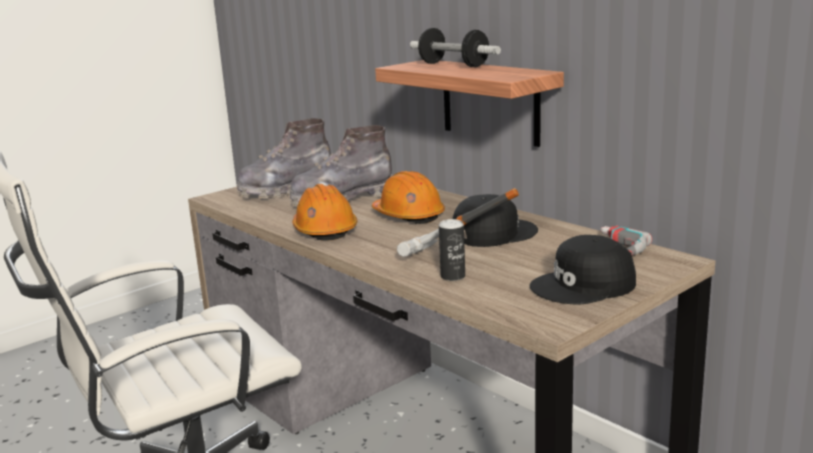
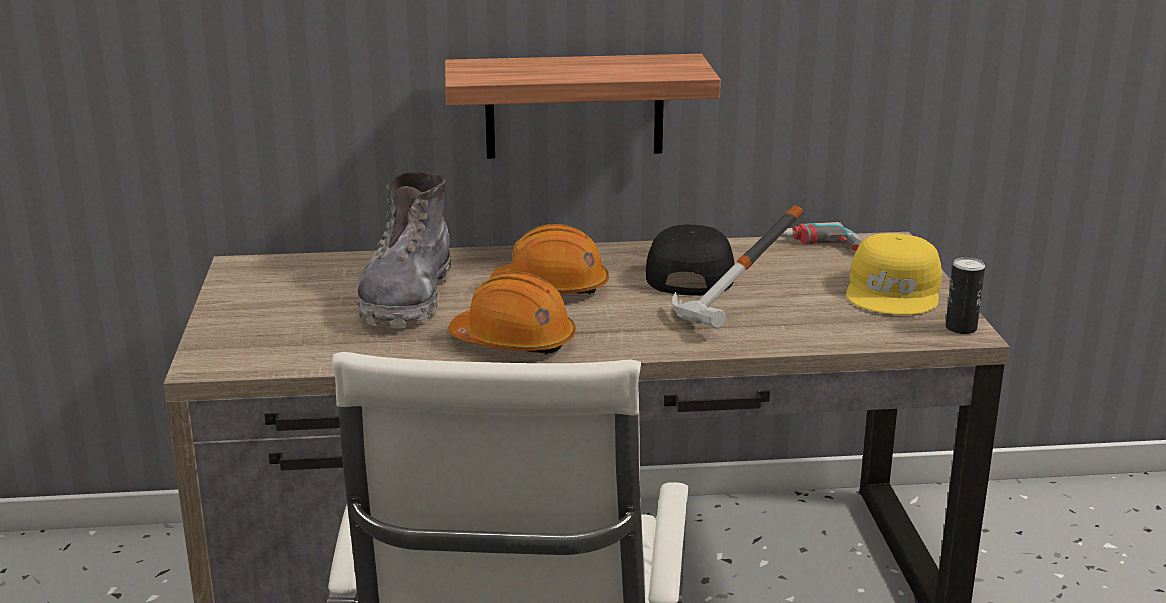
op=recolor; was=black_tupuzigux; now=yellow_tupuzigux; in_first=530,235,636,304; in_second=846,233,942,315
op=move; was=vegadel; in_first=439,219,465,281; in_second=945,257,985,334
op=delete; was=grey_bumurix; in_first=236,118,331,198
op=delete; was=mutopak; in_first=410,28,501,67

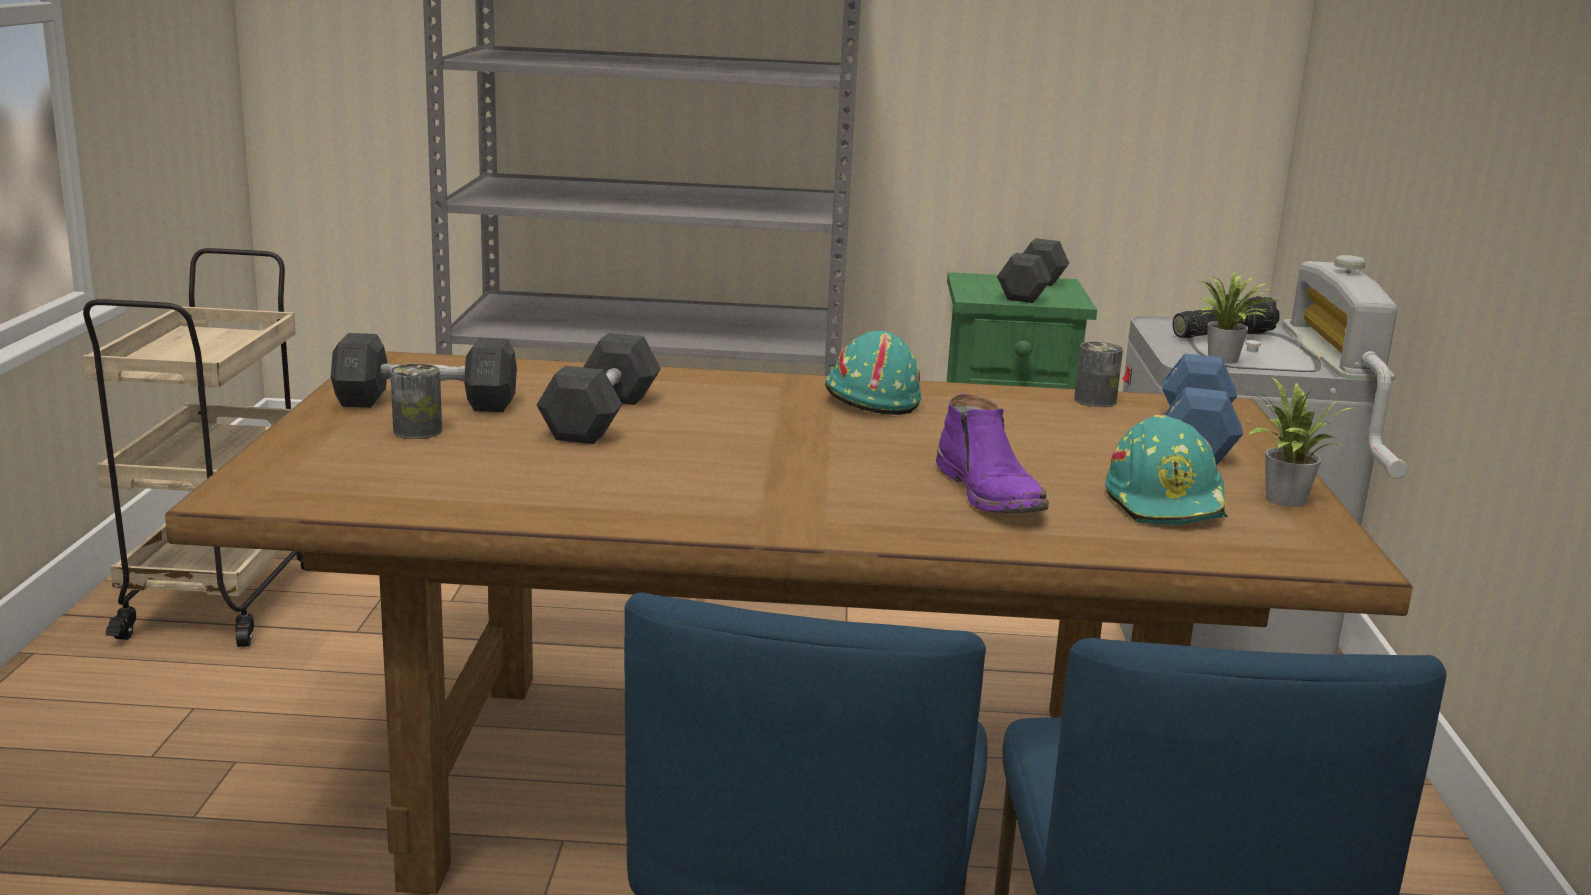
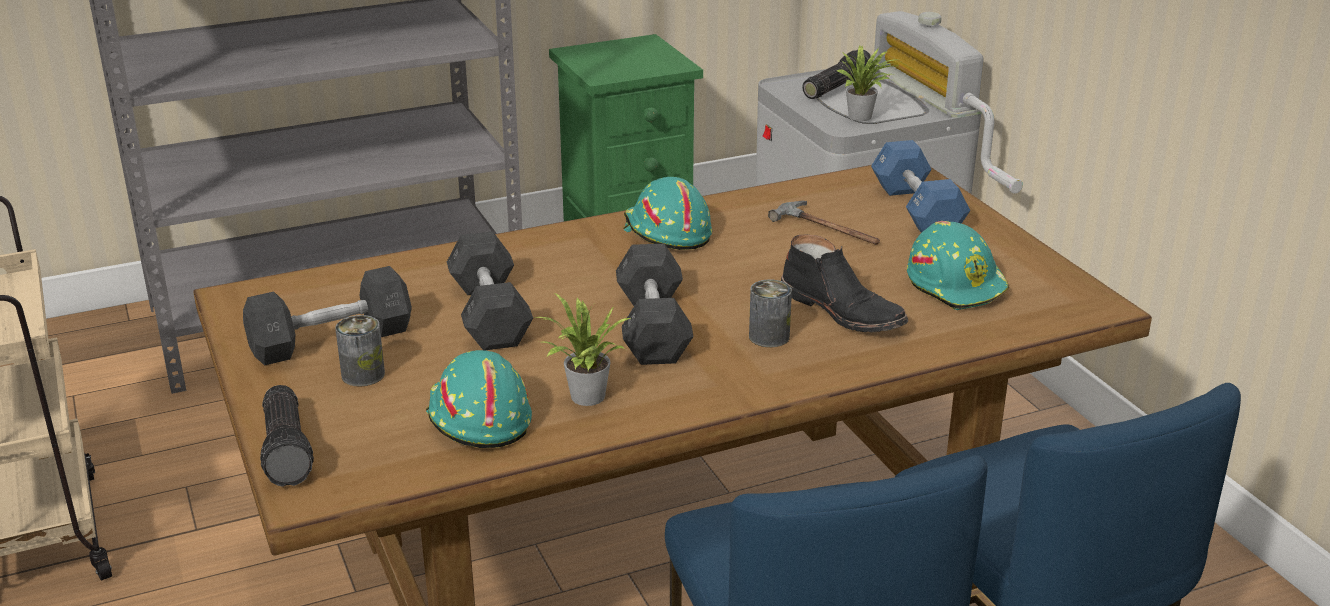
op=insert; now=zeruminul; in_second=260,385,314,487
op=insert; now=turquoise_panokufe; in_second=426,350,532,448
op=move; was=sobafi; in_first=1242,377,1356,507; in_second=533,293,632,406
op=move; was=grey_mutopak; in_first=997,238,1069,303; in_second=616,244,694,365
op=move; was=vegadel; in_first=1074,341,1123,407; in_second=749,279,792,347
op=insert; now=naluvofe; in_second=768,201,880,245
op=recolor; was=purple_bumurix; now=black_bumurix; in_first=936,394,1049,513; in_second=781,235,908,333

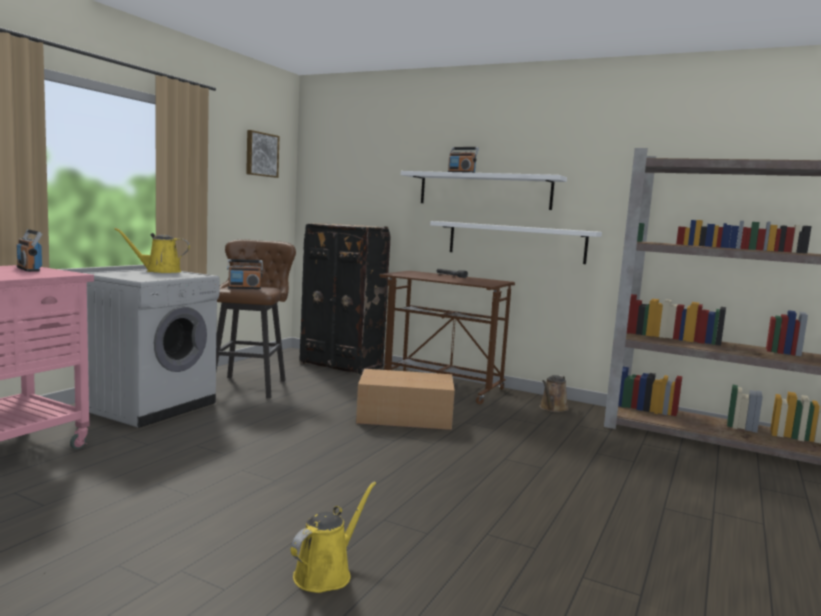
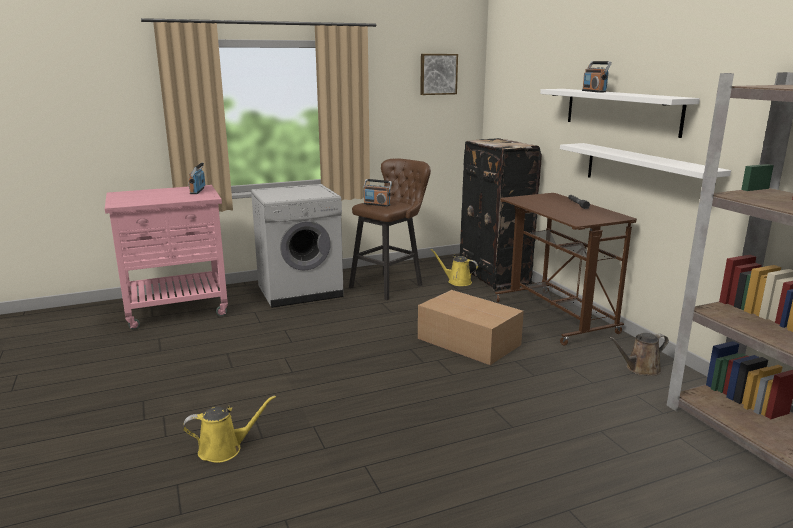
op=move; was=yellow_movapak; in_first=115,228,190,273; in_second=430,249,478,286

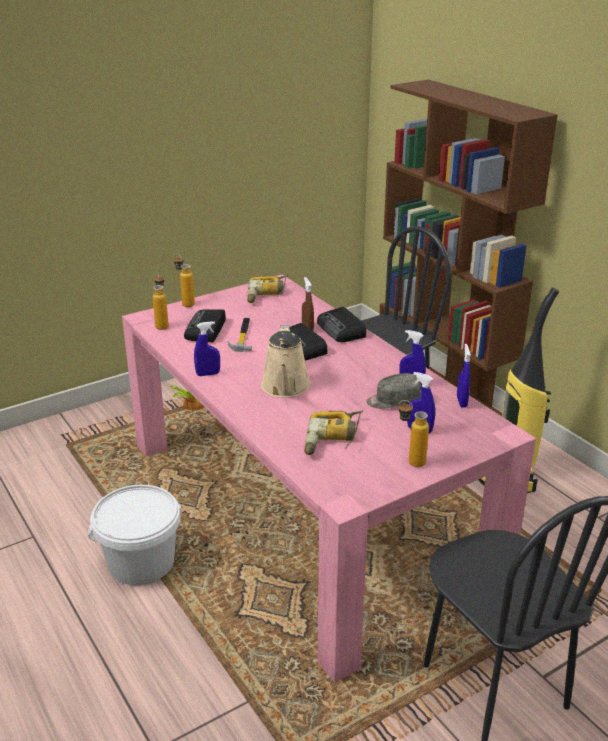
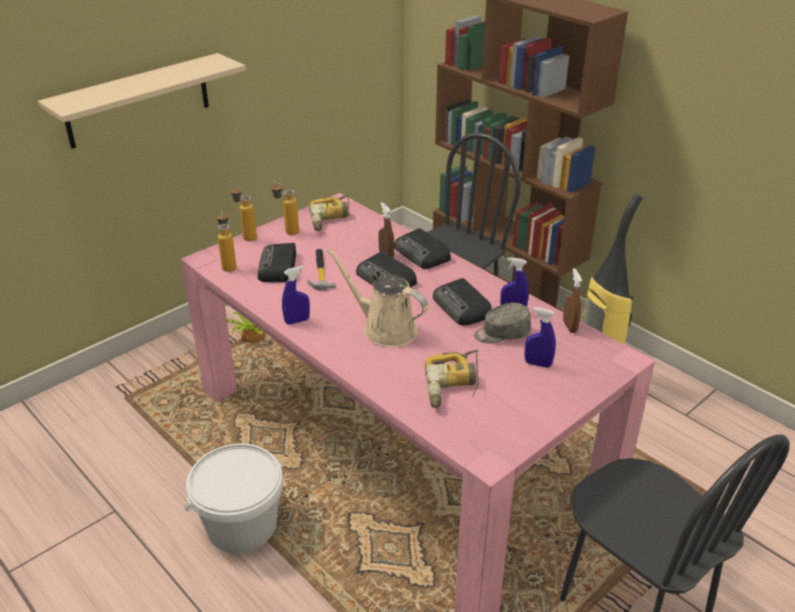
op=insert; now=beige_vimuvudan; in_second=38,53,246,149
op=move; was=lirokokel; in_first=398,400,429,467; in_second=271,181,299,235
op=rotate; was=beige_movapak; in_first=261,325,311,398; in_second=327,249,428,347; clockwise=135
op=insert; now=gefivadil; in_second=433,278,492,326
op=recolor; was=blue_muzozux; now=brown_muzozux; in_first=457,344,471,408; in_second=563,268,582,333

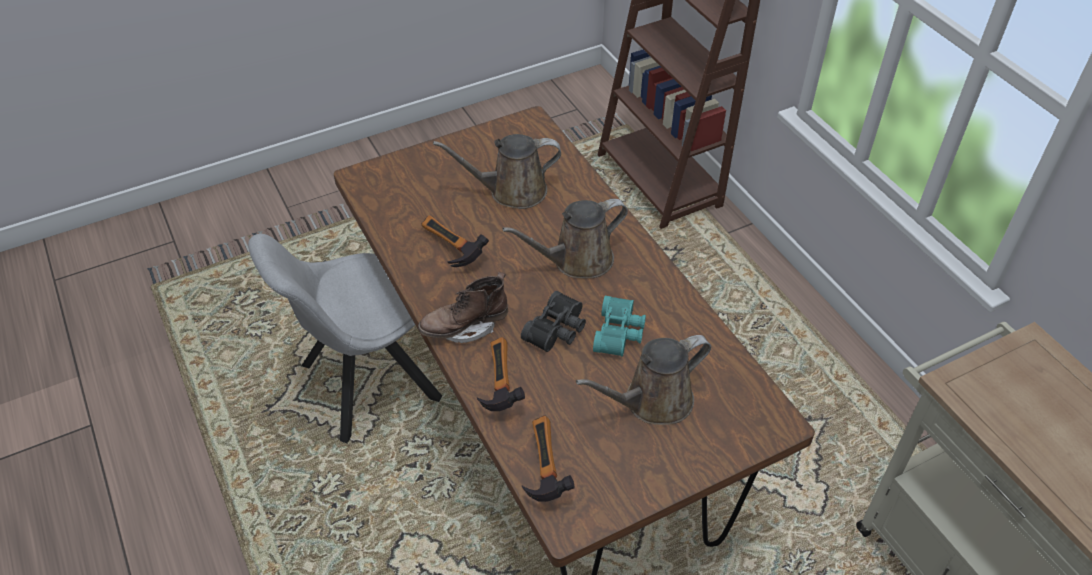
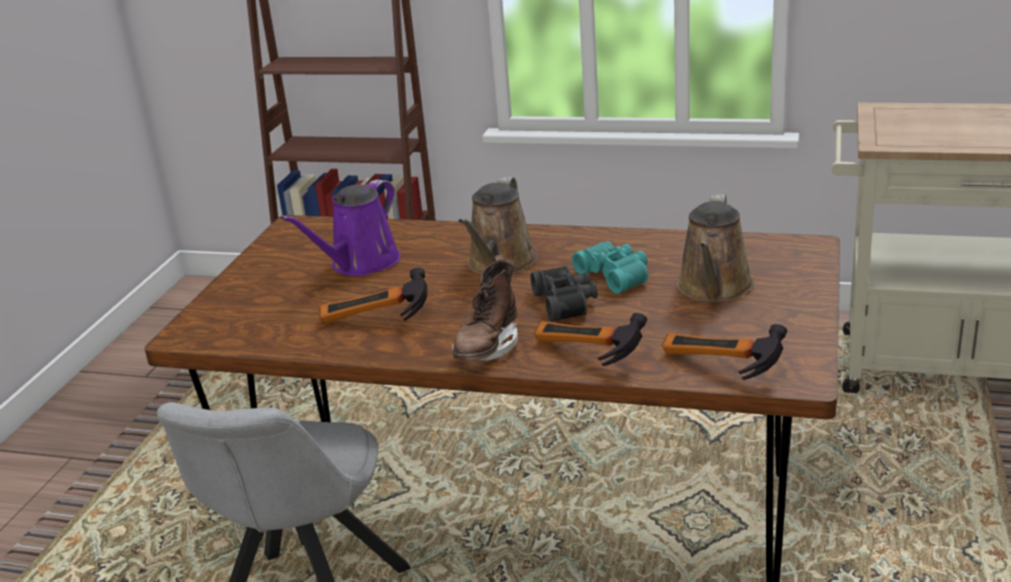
op=recolor; was=brown_movapak; now=purple_movapak; in_first=433,134,561,209; in_second=281,180,401,276

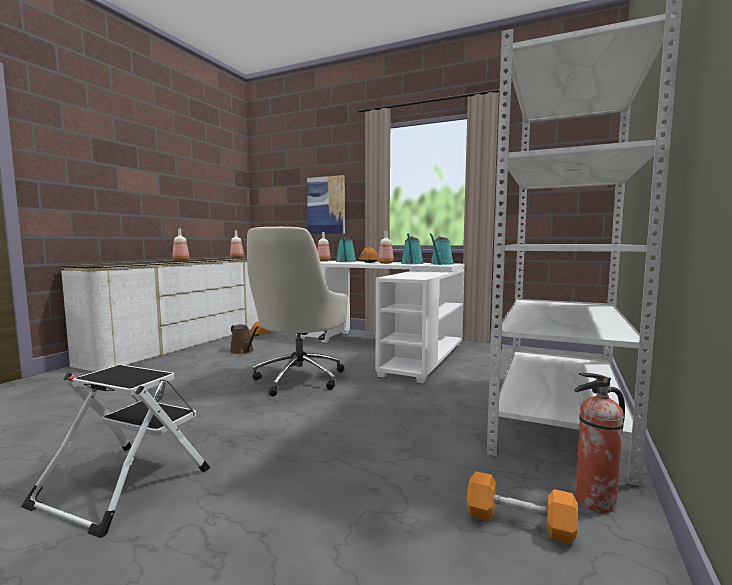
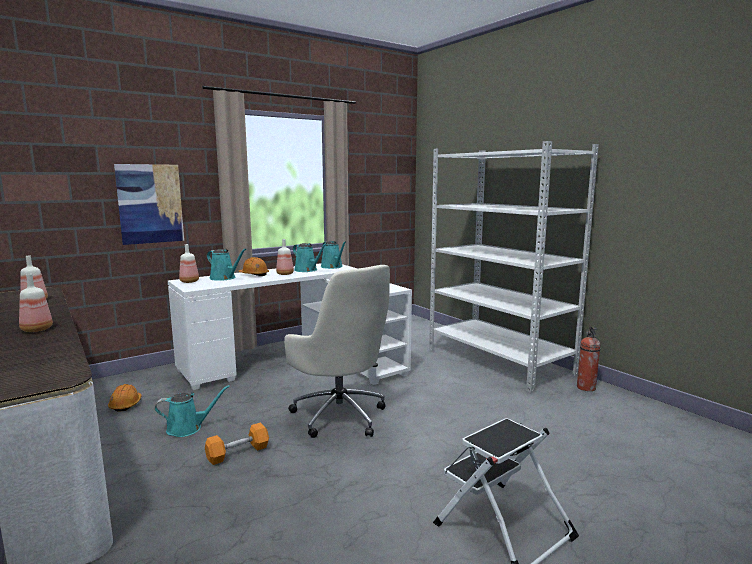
op=recolor; was=brown_movapak; now=turquoise_movapak; in_first=230,324,258,354; in_second=155,385,230,437
op=move; was=orange_mutopak; in_first=466,471,578,544; in_second=205,423,269,465

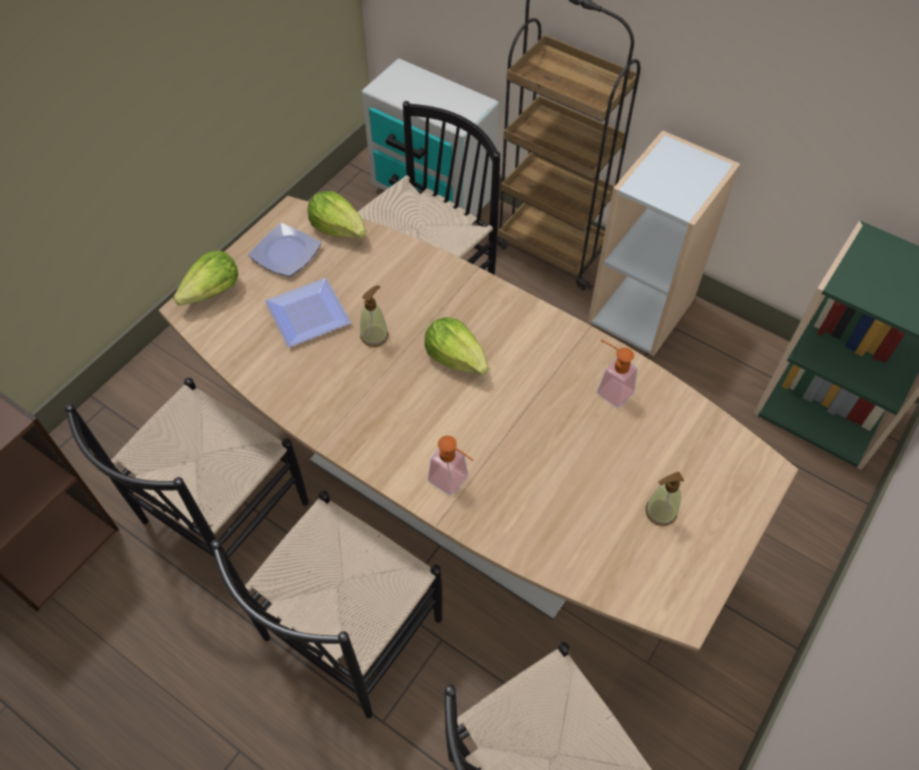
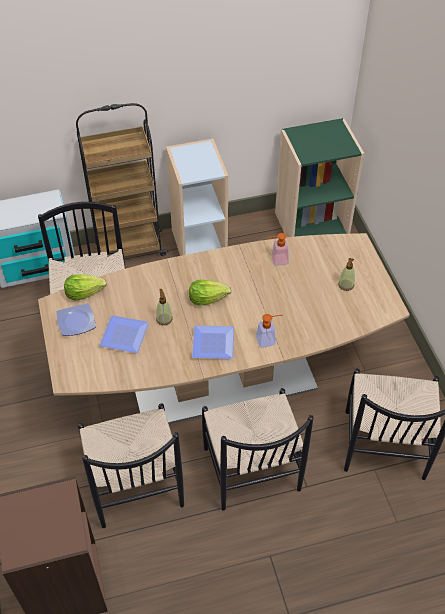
op=insert; now=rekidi; in_second=192,325,234,359
op=delete; was=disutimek; in_first=173,250,238,305

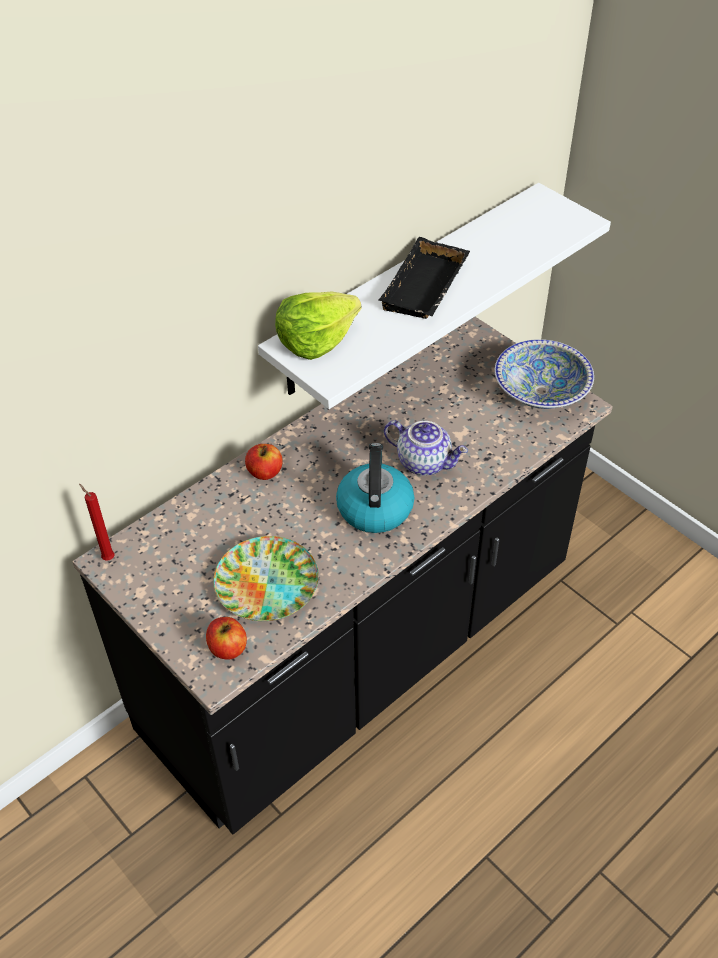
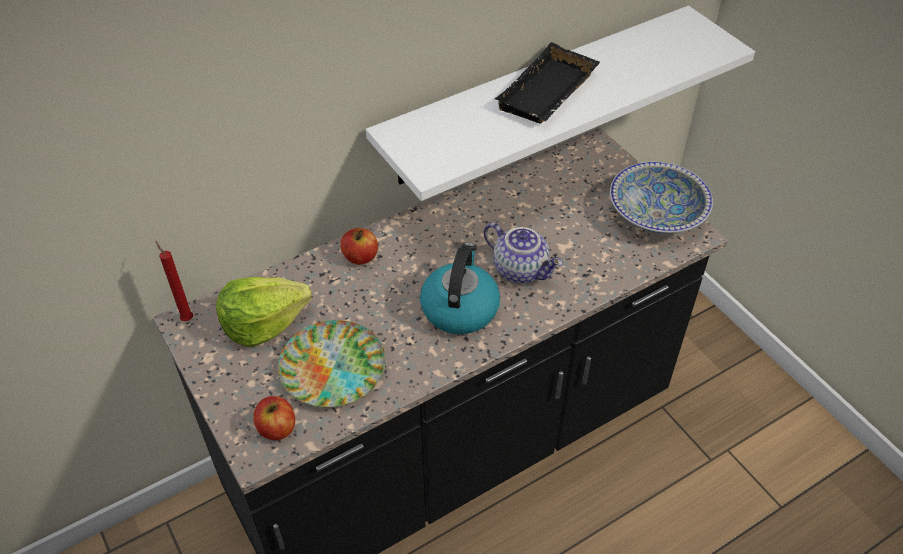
op=move; was=disutimek; in_first=275,291,361,360; in_second=216,277,312,347

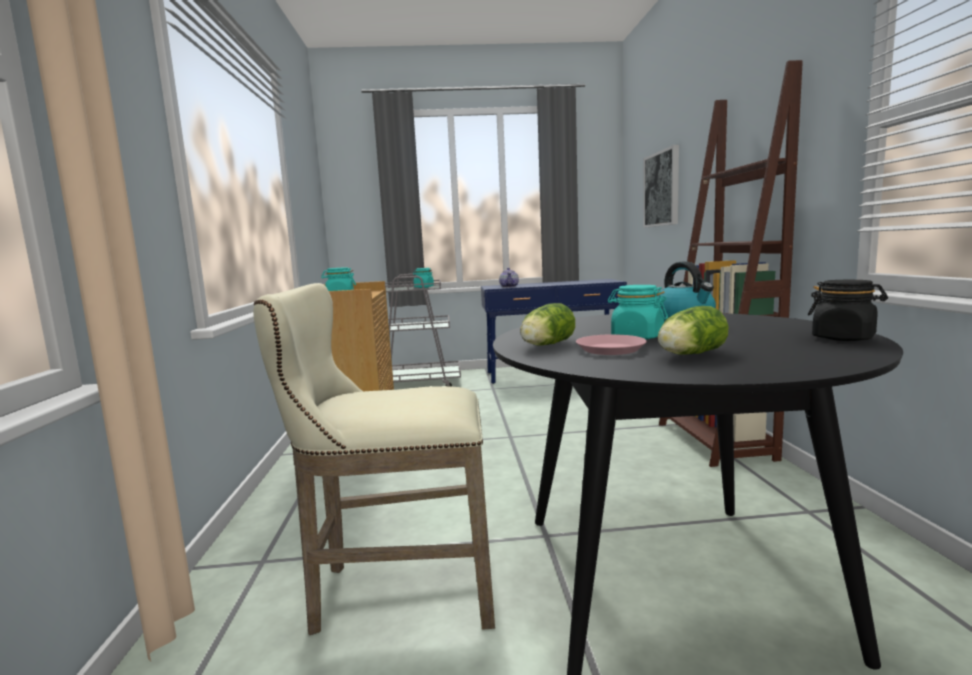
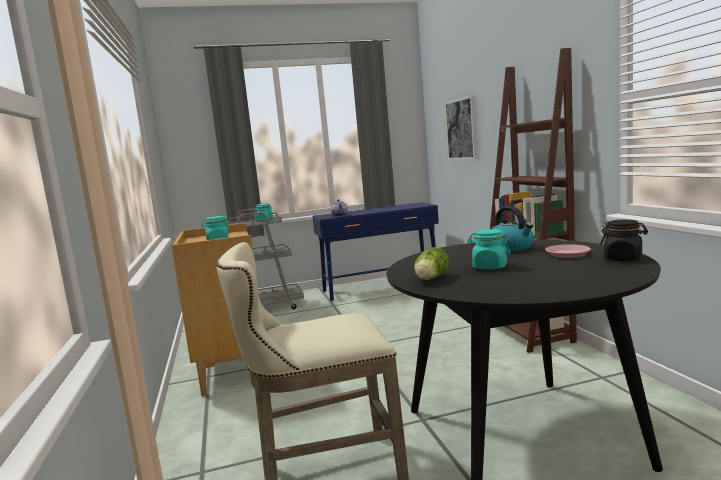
op=move; was=pink_rekidi; in_first=576,334,647,355; in_second=545,244,591,258
op=delete; was=disutimek; in_first=658,306,728,355

